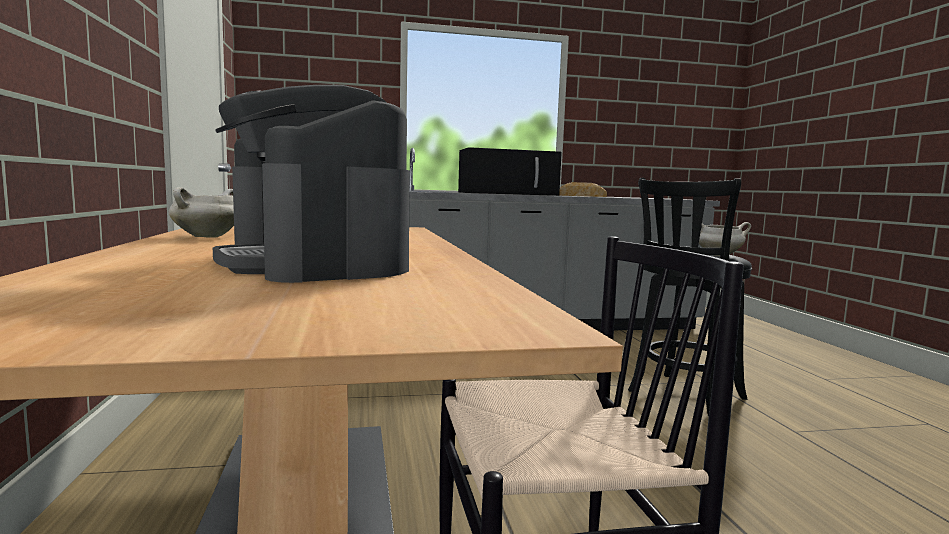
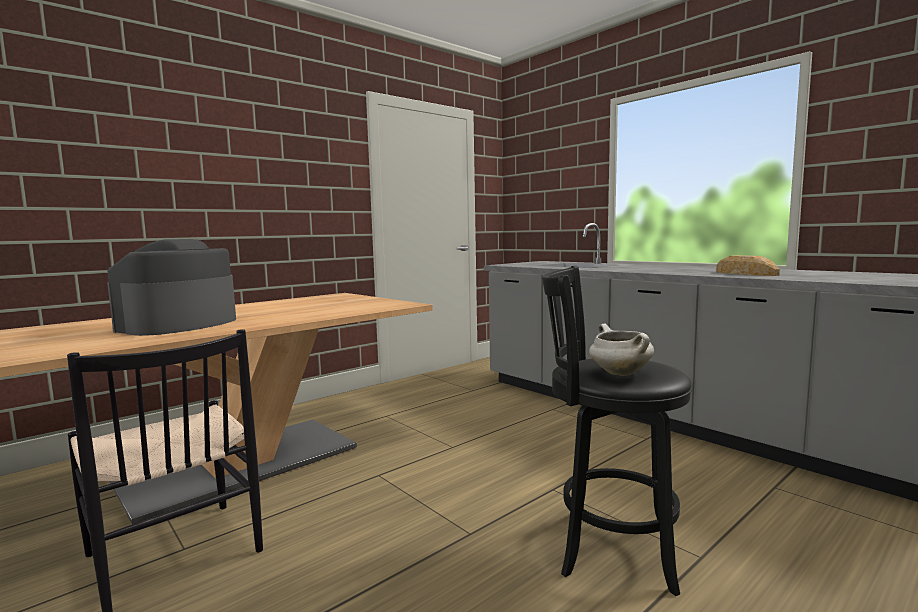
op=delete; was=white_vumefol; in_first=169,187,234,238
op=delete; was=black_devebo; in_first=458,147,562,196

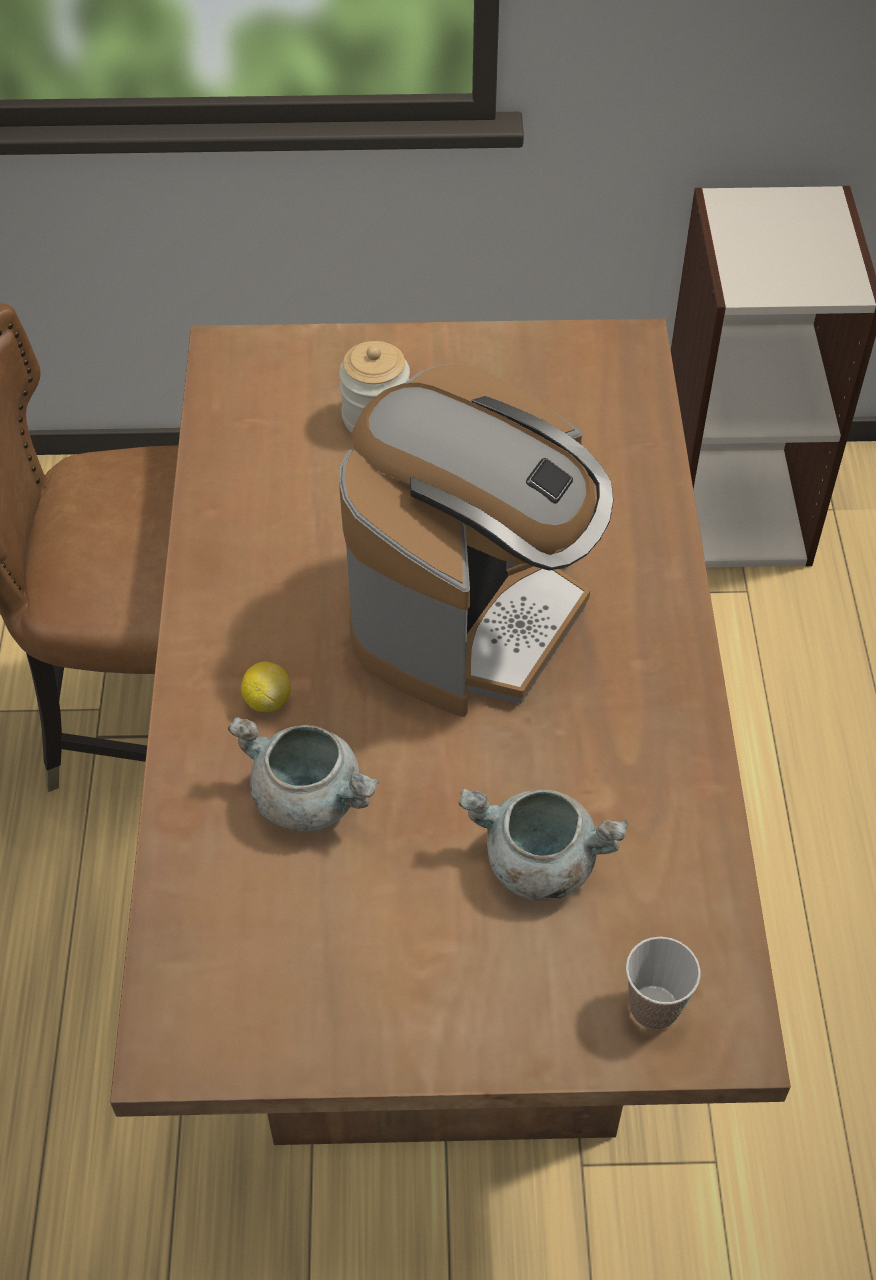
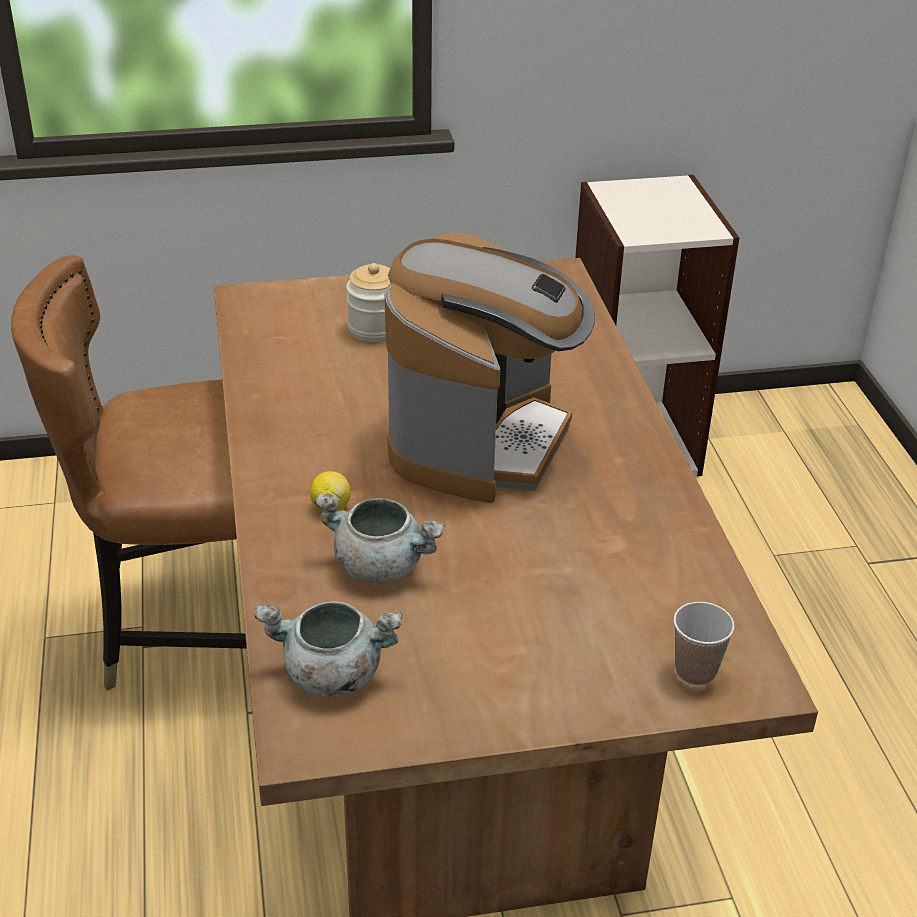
op=move; was=grey_vumefol; in_first=458,788,628,901; in_second=254,601,402,697

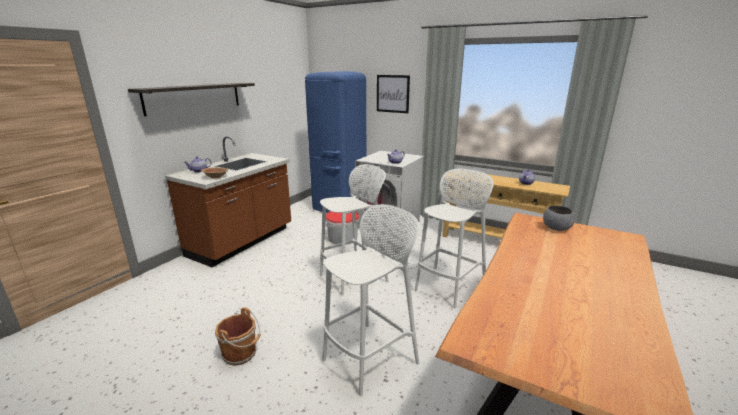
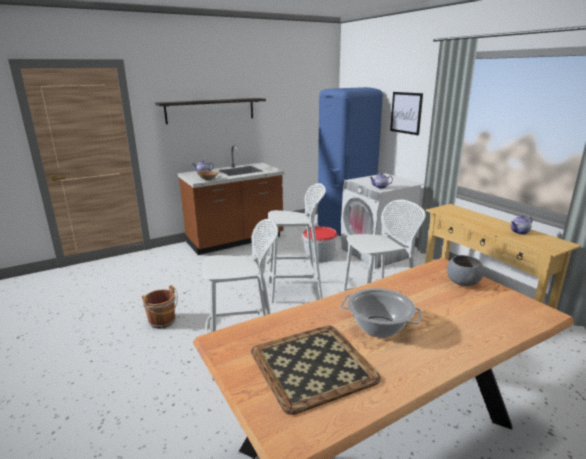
op=insert; now=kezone; in_second=251,326,381,415
op=insert; now=vumefol; in_second=341,288,422,338

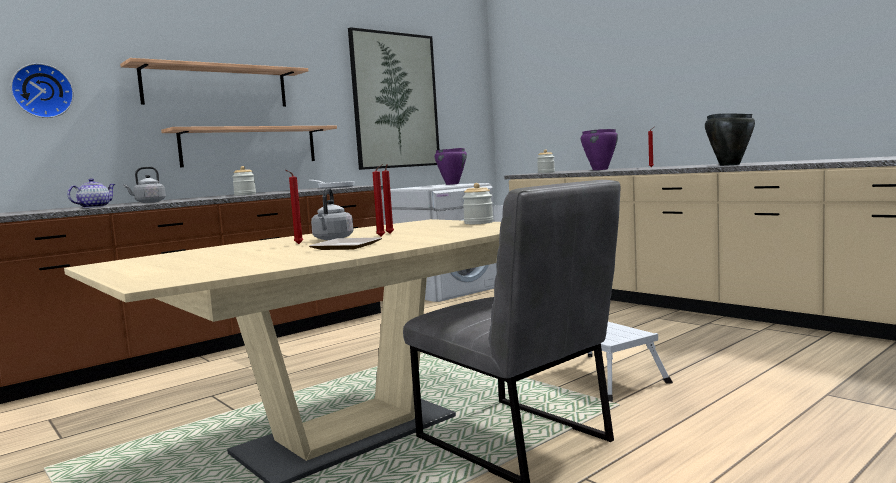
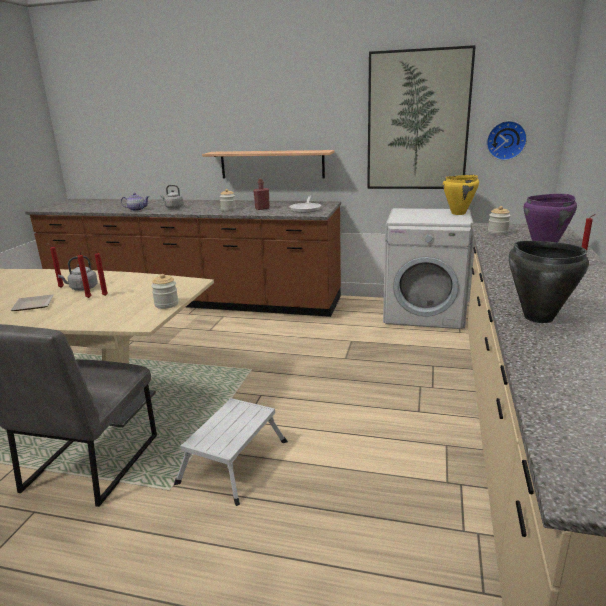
op=insert; now=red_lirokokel; in_second=253,179,270,210
op=recolor; was=purple_vumefol; now=yellow_vumefol; in_first=435,148,467,185; in_second=443,175,479,215
op=move; was=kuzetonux; in_first=10,63,74,118; in_second=486,121,527,160
op=delete; was=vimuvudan; in_first=120,58,308,107

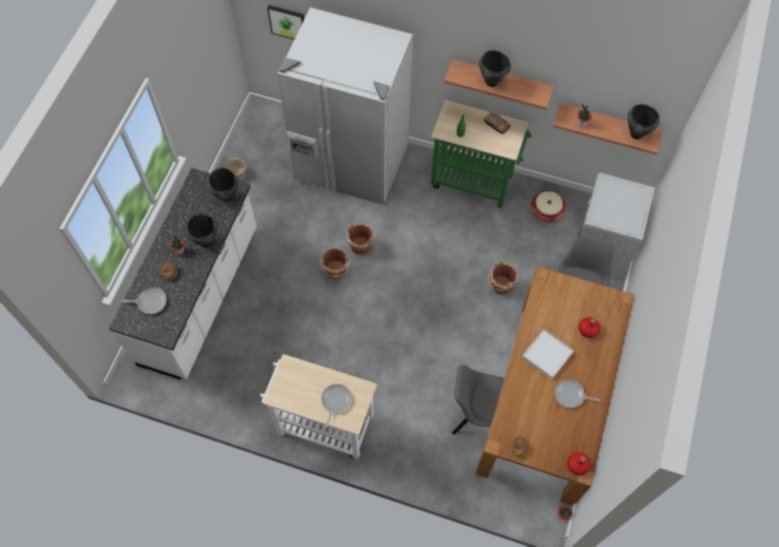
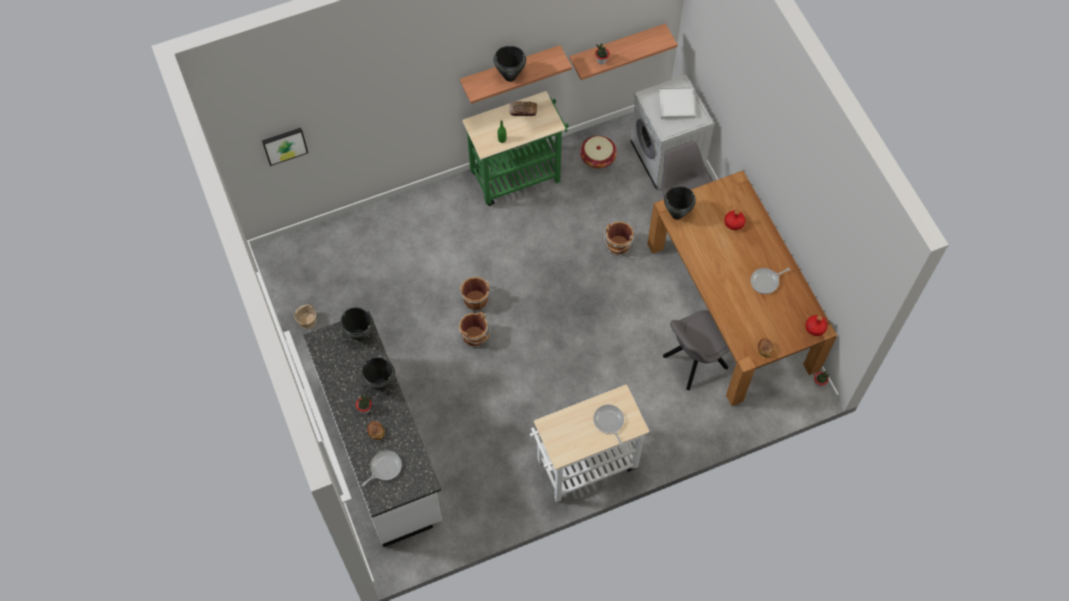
op=move; was=white_kezone; in_first=522,329,574,379; in_second=658,87,696,119
op=move; was=black_vumefol; in_first=627,104,660,139; in_second=664,186,696,219
op=delete; was=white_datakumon; in_first=277,8,413,205

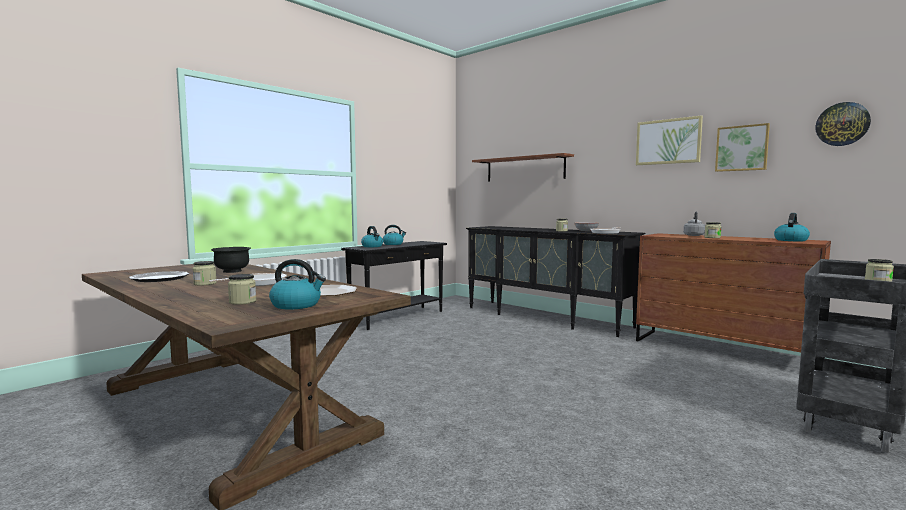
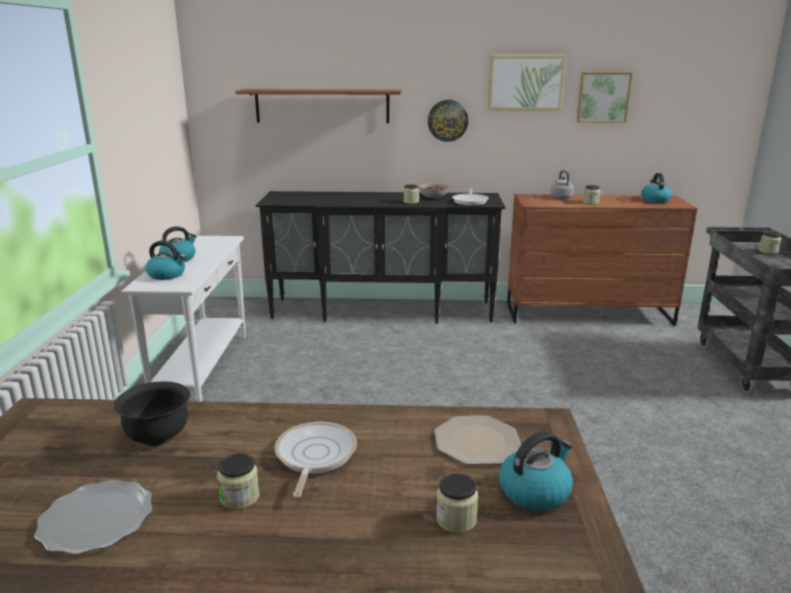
op=recolor; was=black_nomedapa; now=white_nomedapa; in_first=341,241,447,330; in_second=121,236,246,401
op=move; was=kuzetonux; in_first=815,102,871,146; in_second=428,100,468,142

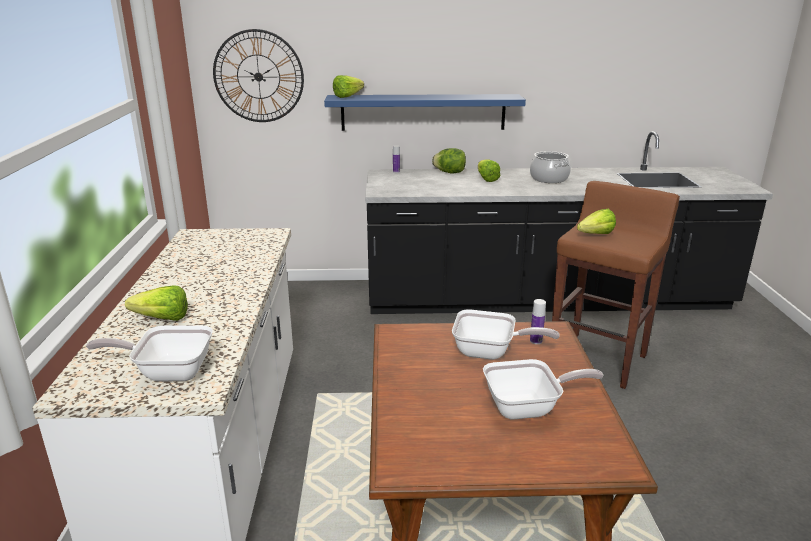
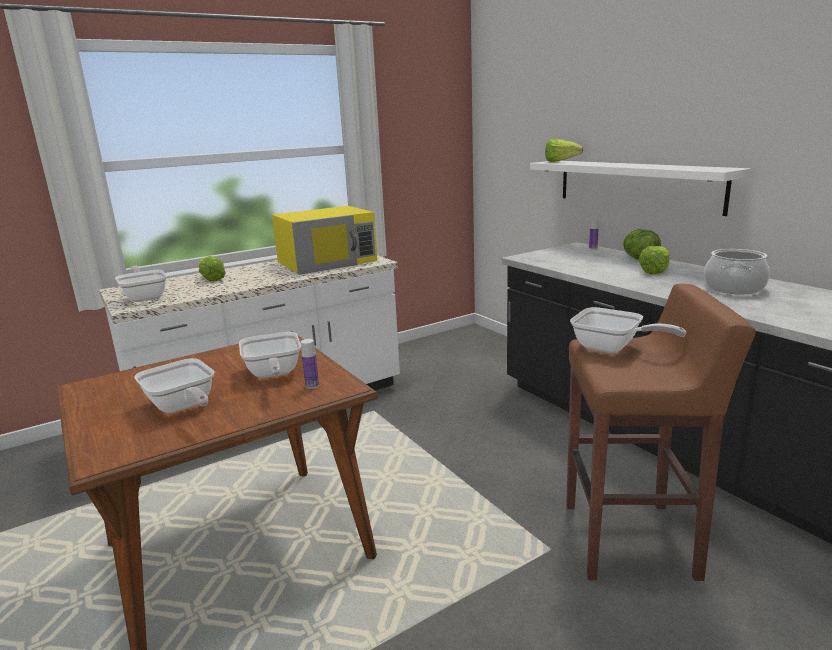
op=insert; now=yellow_devebo; in_second=272,206,377,275
op=recolor; was=blue_vimuvudan; now=white_vimuvudan; in_first=324,94,526,131; in_second=530,161,751,216
op=replace; was=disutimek; now=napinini; in_first=577,209,616,234; in_second=570,307,686,353
op=delete; was=kuzetonux; in_first=213,29,304,122

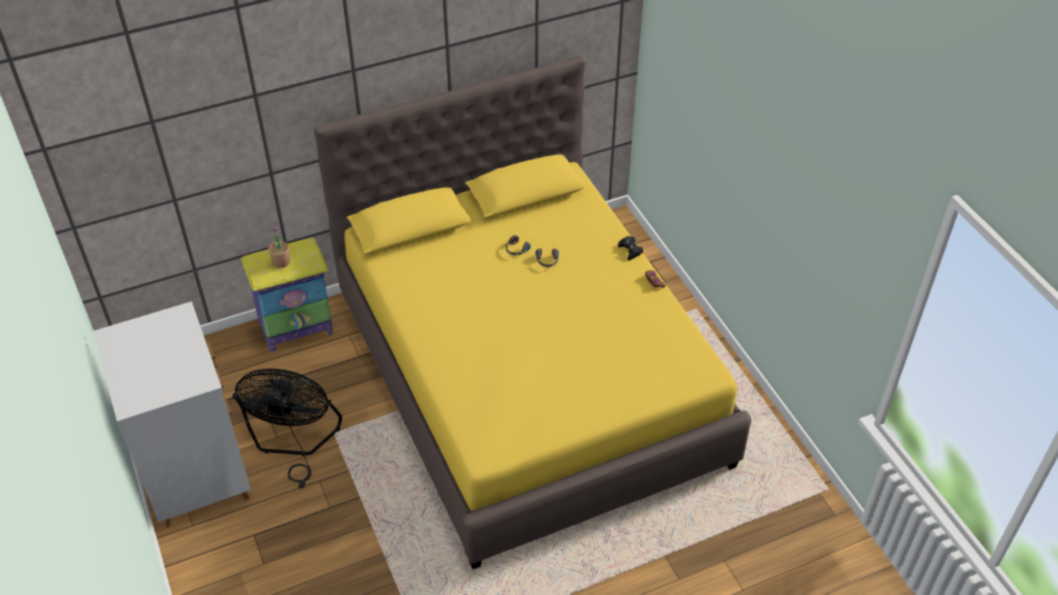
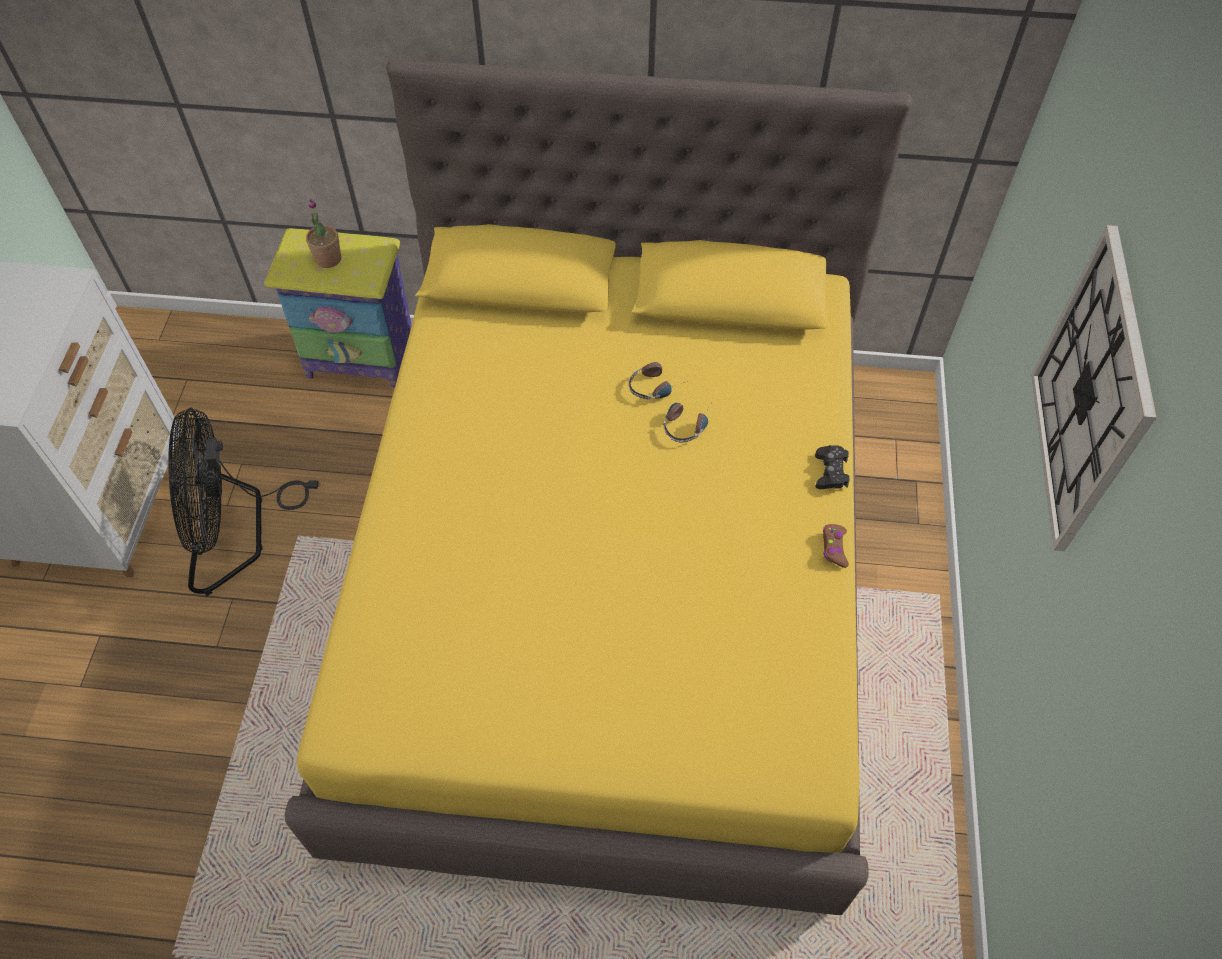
op=rotate; was=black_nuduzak; in_first=232,369,342,489; in_second=168,408,321,597; clockwise=-135
op=insert; now=kuzetonux; in_second=1031,225,1157,551

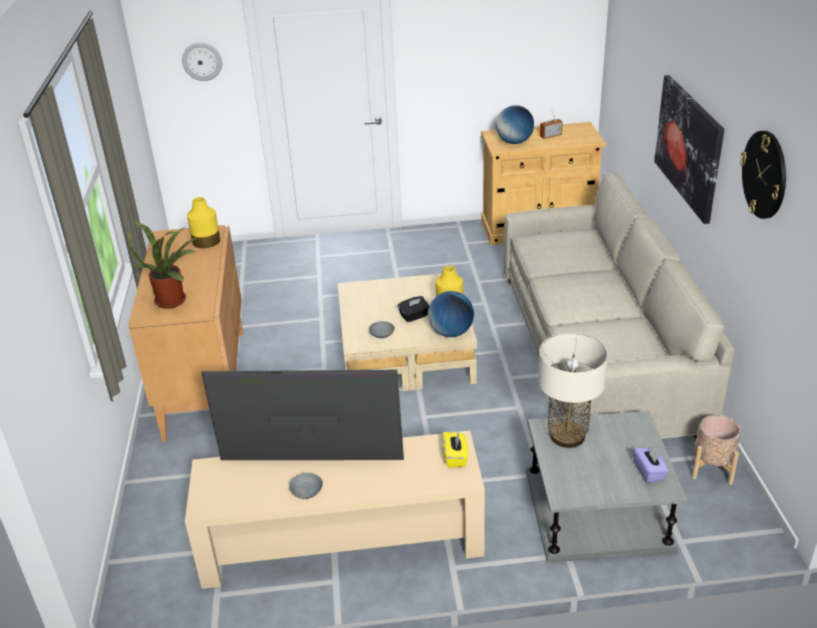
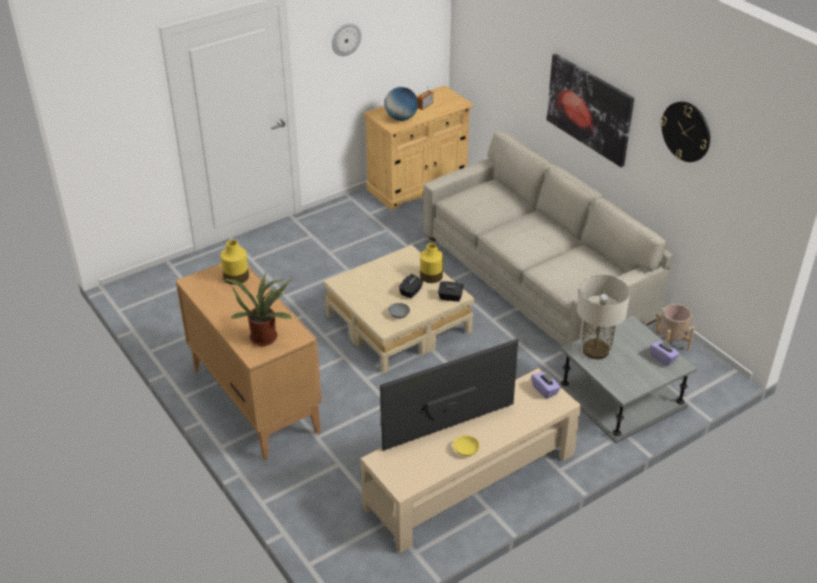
op=move; was=kuzetonux; in_first=182,43,222,81; in_second=332,23,361,56
op=replace; was=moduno; now=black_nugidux; in_first=428,291,474,337; in_second=438,281,464,302
op=recolor; was=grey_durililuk; now=yellow_durililuk; in_first=289,473,323,499; in_second=453,435,480,456
op=recolor; was=yellow_nugidux; now=purple_nugidux; in_first=442,432,468,468; in_second=531,371,561,399

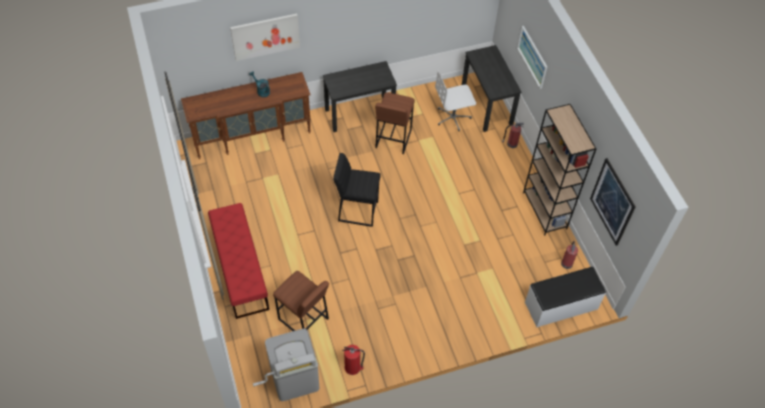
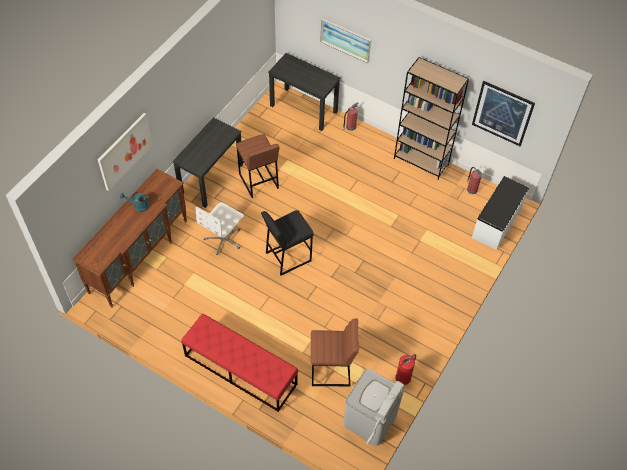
op=move; was=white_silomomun; in_first=435,71,476,131; in_second=196,202,244,255

